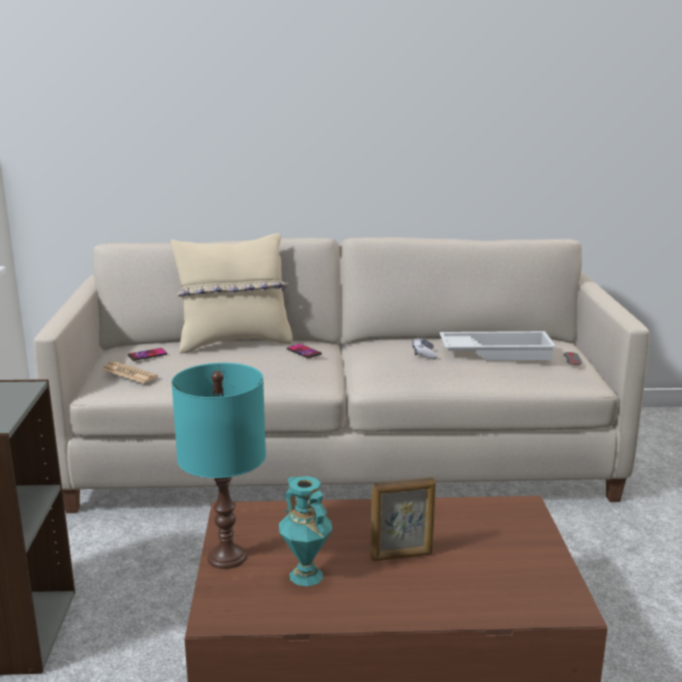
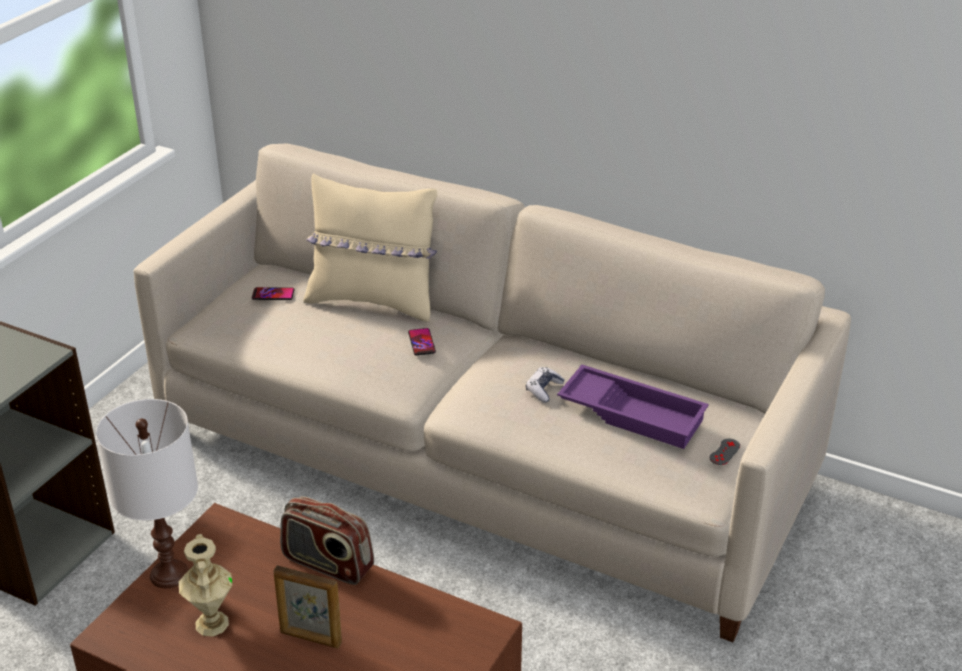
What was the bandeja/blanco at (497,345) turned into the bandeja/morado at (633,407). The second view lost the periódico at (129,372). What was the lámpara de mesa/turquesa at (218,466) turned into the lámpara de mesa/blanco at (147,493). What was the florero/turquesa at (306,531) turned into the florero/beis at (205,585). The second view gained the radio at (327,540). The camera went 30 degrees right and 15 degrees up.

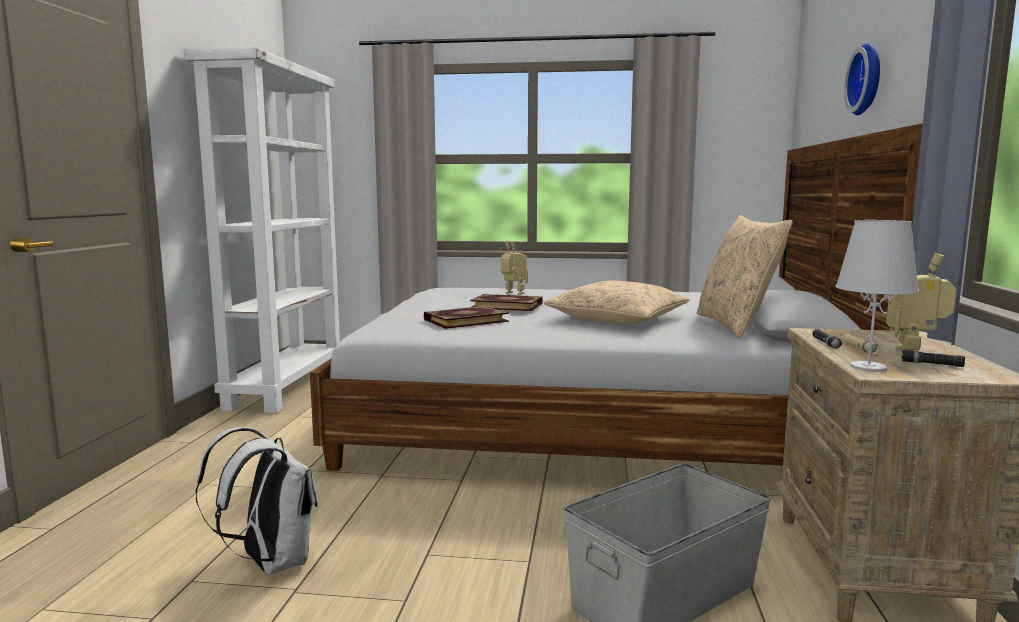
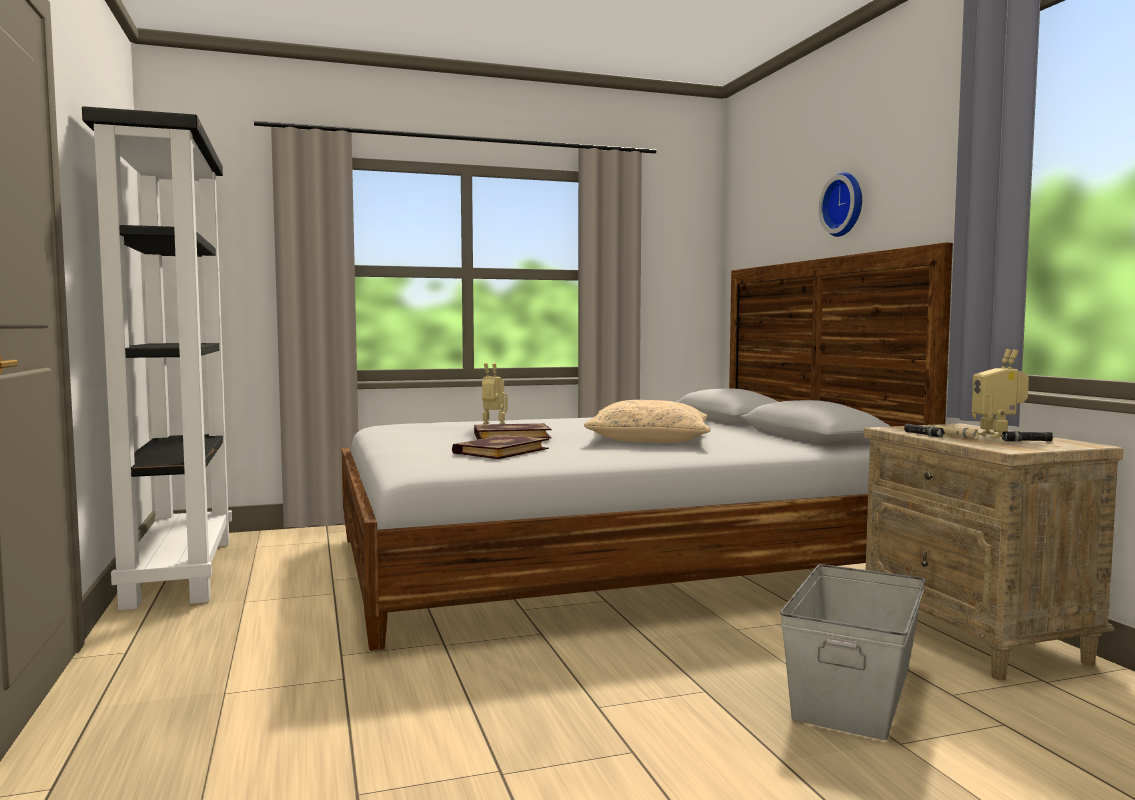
What was the estantería/blanco at (262,230) turned into the estantería/negro at (157,358). The second view lost the cojín/beis at (745,276). The second view lost the lámpara de mesa/blanco at (877,296). The second view lost the mochila/blanco at (256,500). The camera went 25 degrees left and 5 degrees down.

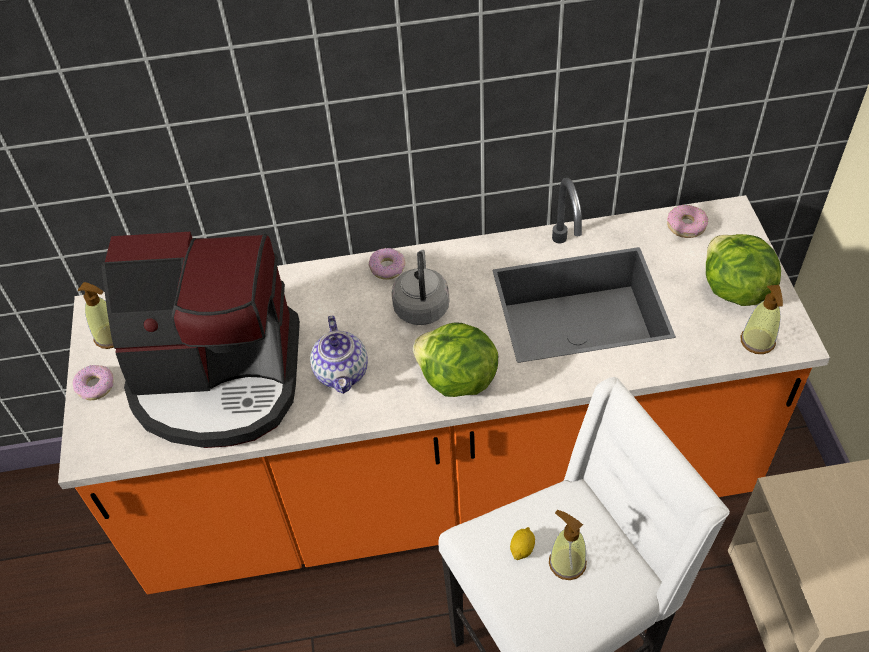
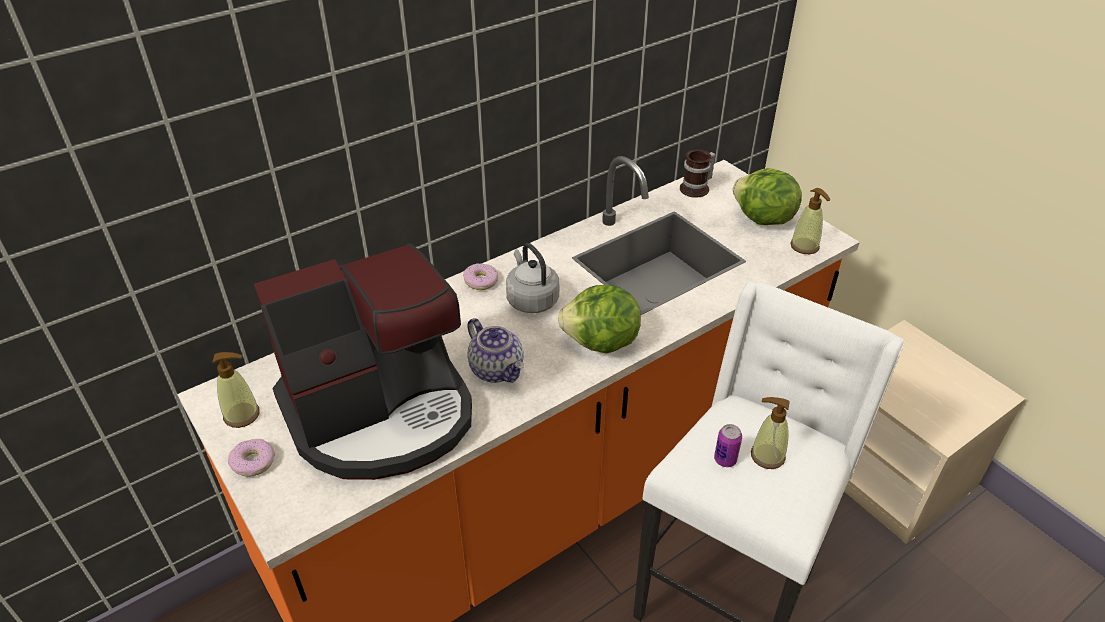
Where the rosquilla stood at (687,221), the taza grande came to stand at (698,173). Where the limón stood at (522,543), the lata came to stand at (728,445). The camera went 30 degrees left and 10 degrees down.

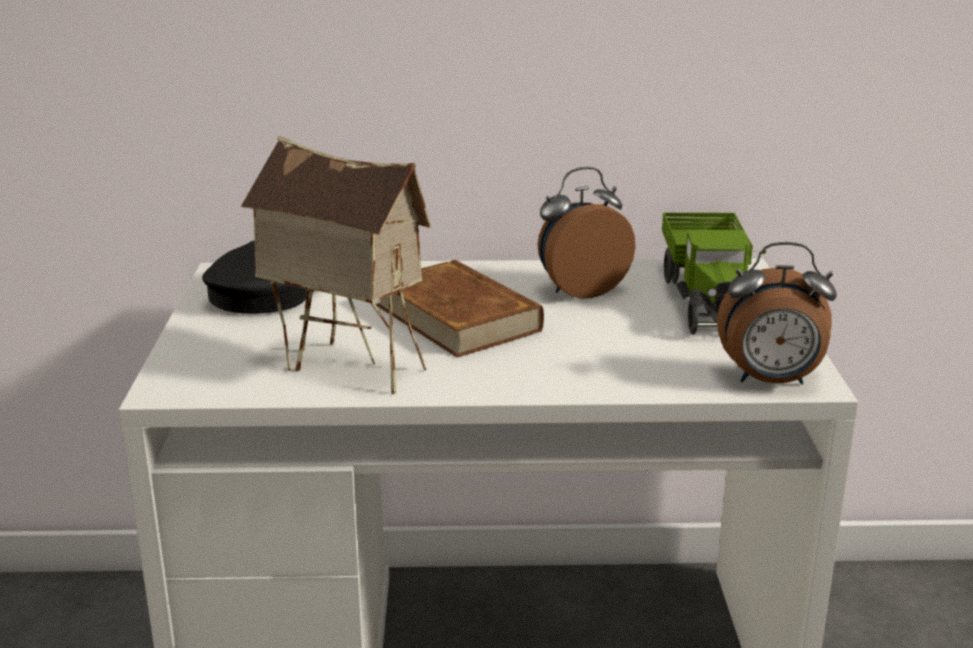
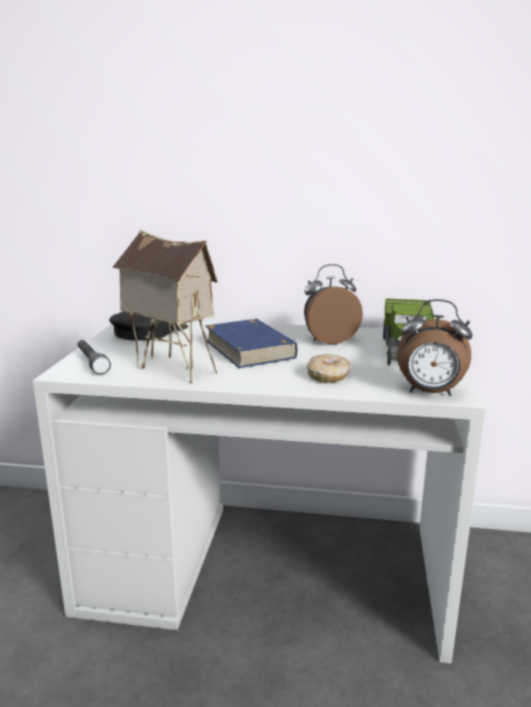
What was the libro/marrón at (460,309) turned into the libro/azul at (251,343). The second view gained the linterna/gris at (94,357). The second view gained the rosquilla at (329,368). The camera went 10 degrees right and 5 degrees down.

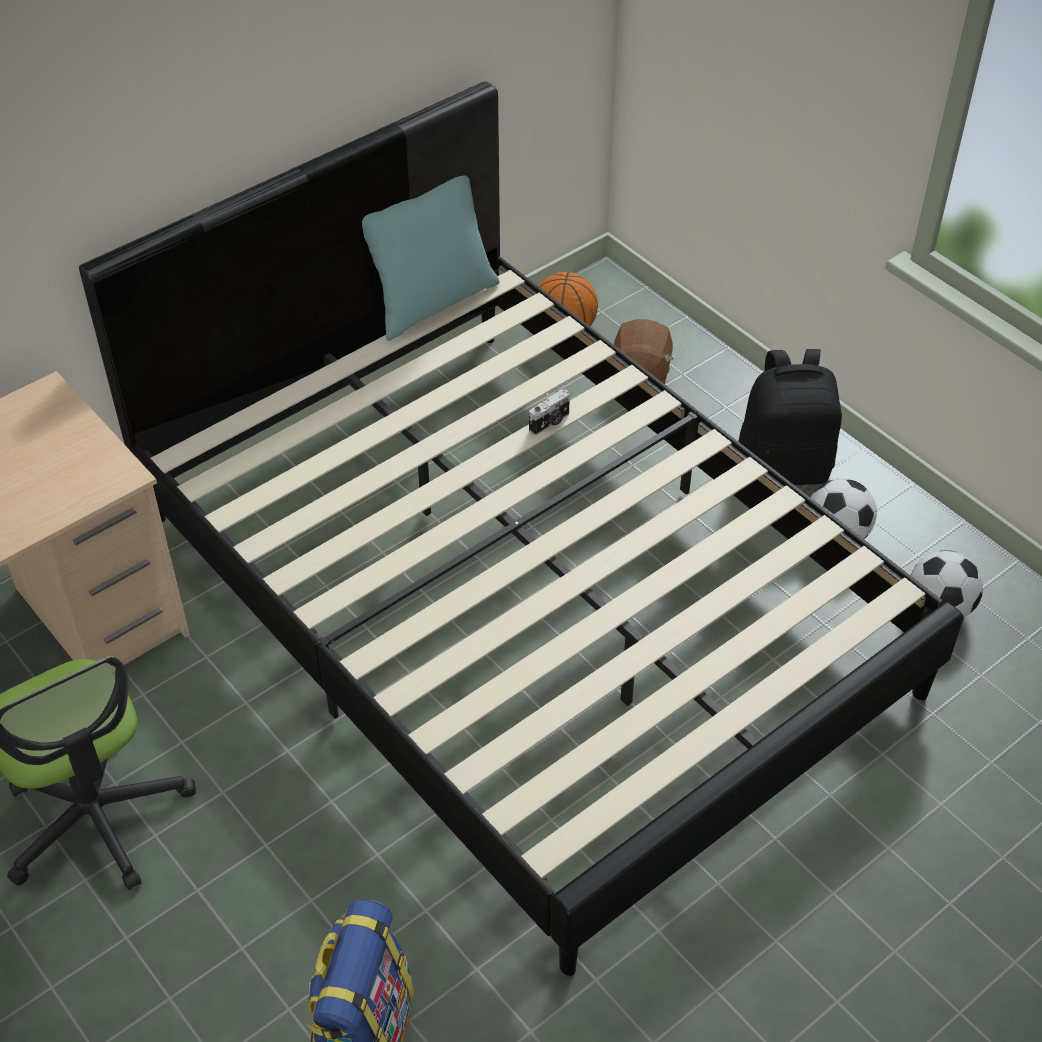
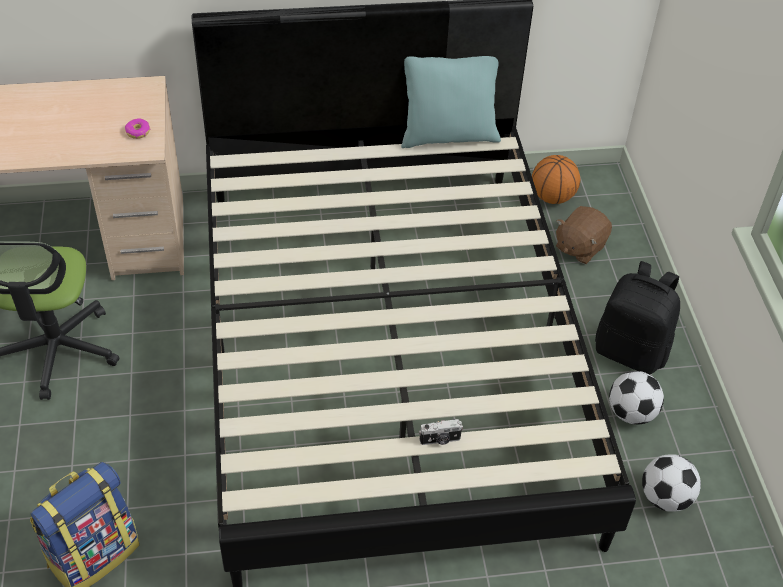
The cámara ended up elsewhere, having gone from (549,412) to (441,432). The second view gained the rosquilla at (138,128). The camera went 30 degrees right and 0 degrees up.

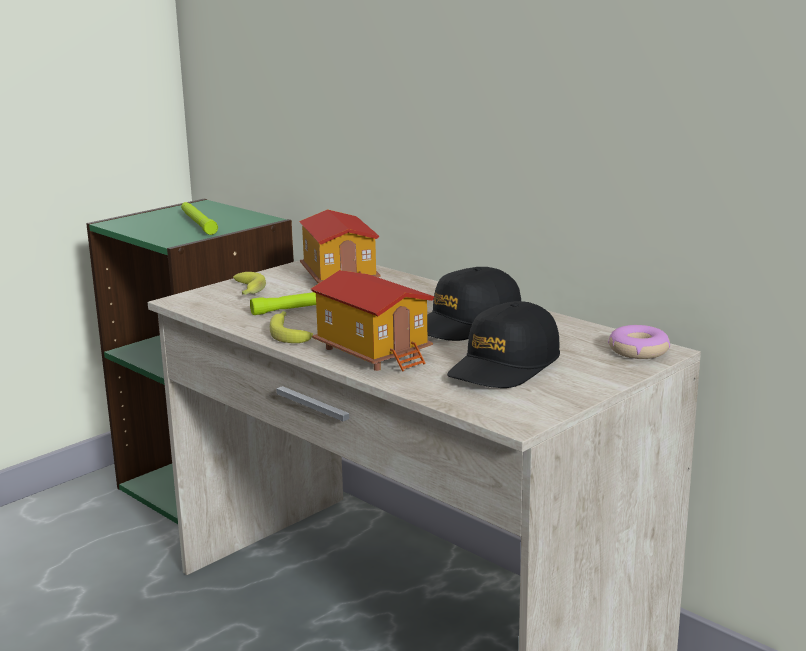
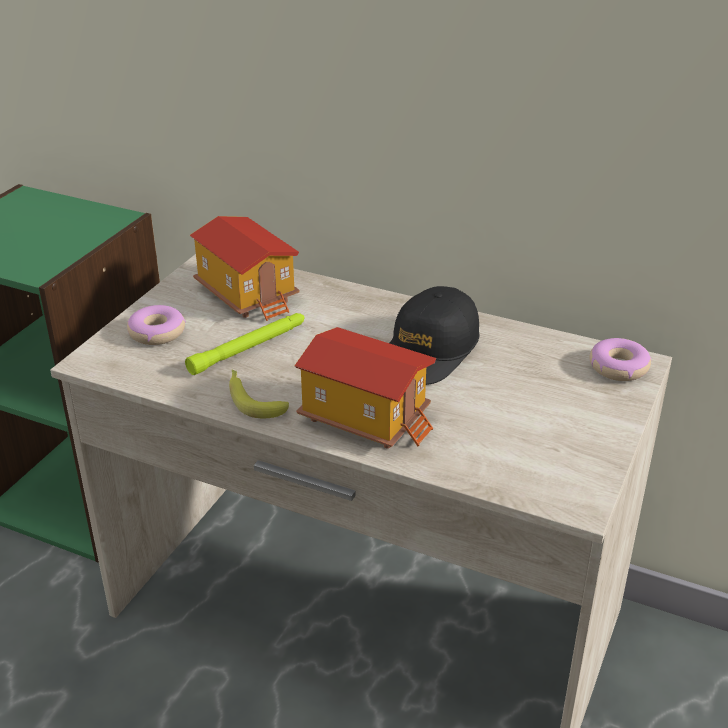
The second view lost the linterna/verde at (199,218). Where the plátano stood at (249,283), the rosquilla came to stand at (156,325). The second view lost the gorra/negro at (503,344). The camera went 20 degrees left and 15 degrees up.

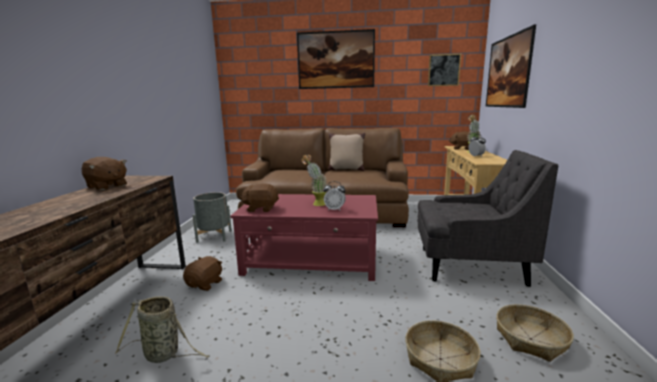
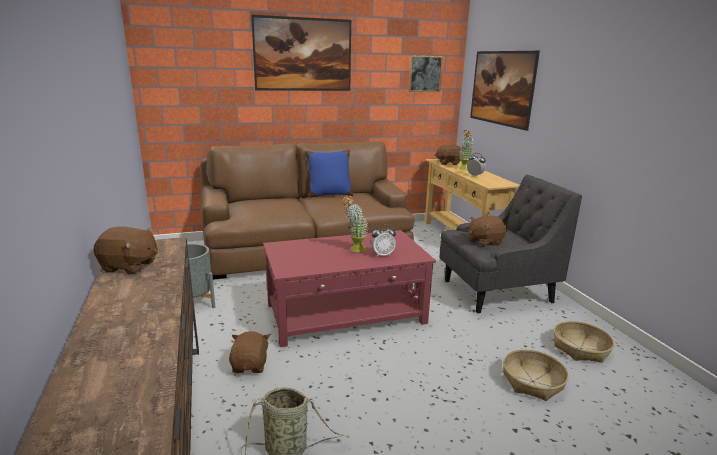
What was the cojín/beis at (346,152) turned into the cojín/azul at (329,173). The peluche/marrón ended up elsewhere, having gone from (259,198) to (488,230). The camera went 25 degrees left and 5 degrees up.

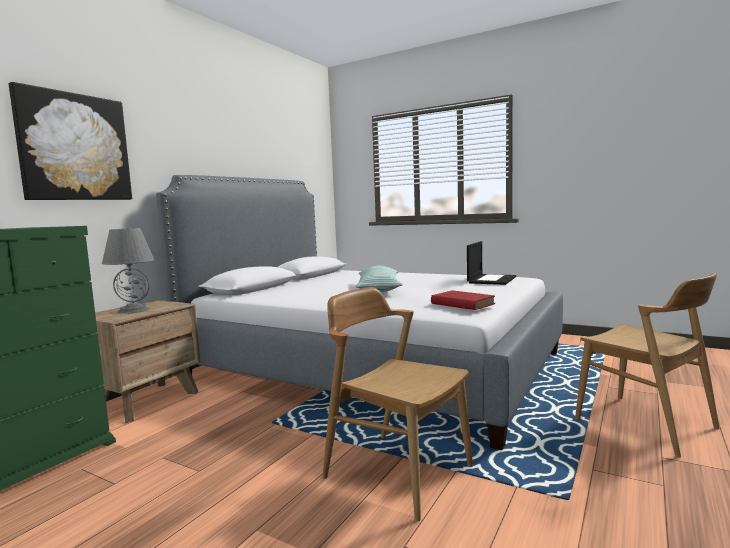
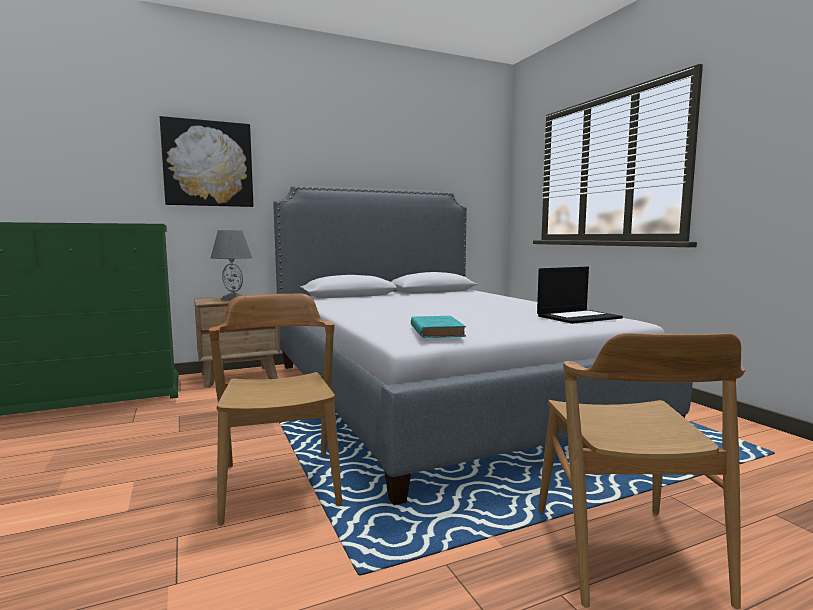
The second view lost the cojín at (378,279). What was the libro/rojo at (463,300) turned into the libro/turquesa at (438,327). The camera went 35 degrees right and 0 degrees up.

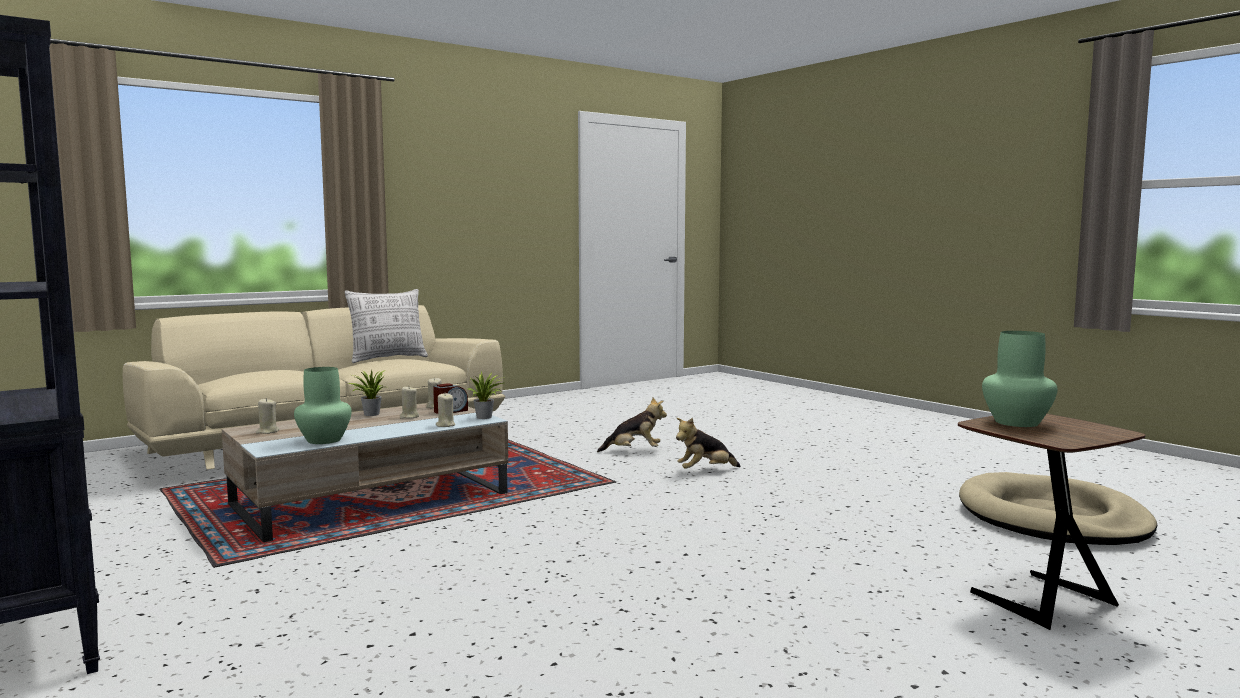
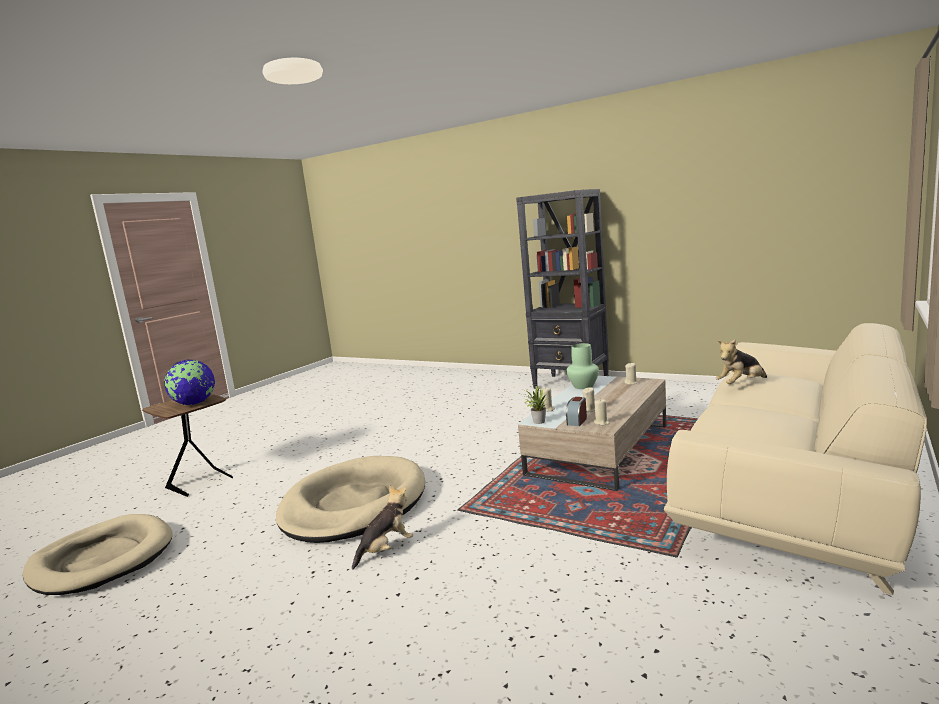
The second view lost the cojín at (386,326). Where the florero/verde stood at (1020,379), the globo terráqueo came to stand at (189,382). The second view lost the planta en maceta at (367,393). The peluche ended up elsewhere, having gone from (632,424) to (741,361). The second view gained the cama para perro/beis at (350,499). The camera went 160 degrees right and 5 degrees up.

